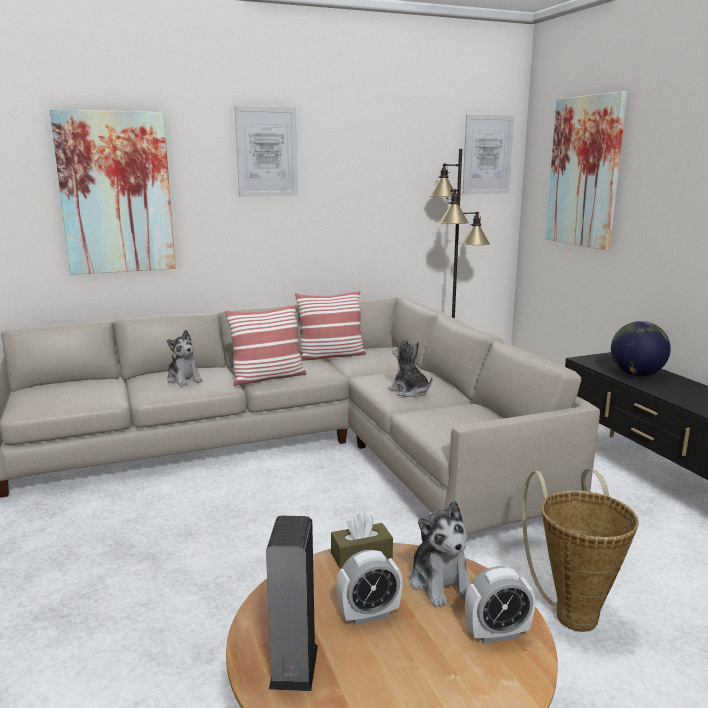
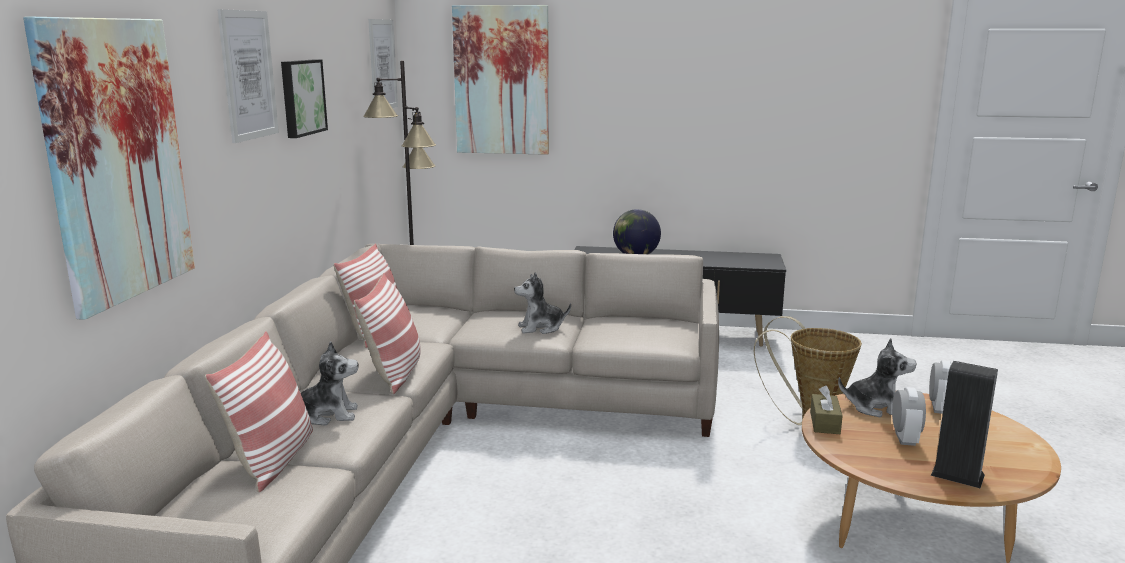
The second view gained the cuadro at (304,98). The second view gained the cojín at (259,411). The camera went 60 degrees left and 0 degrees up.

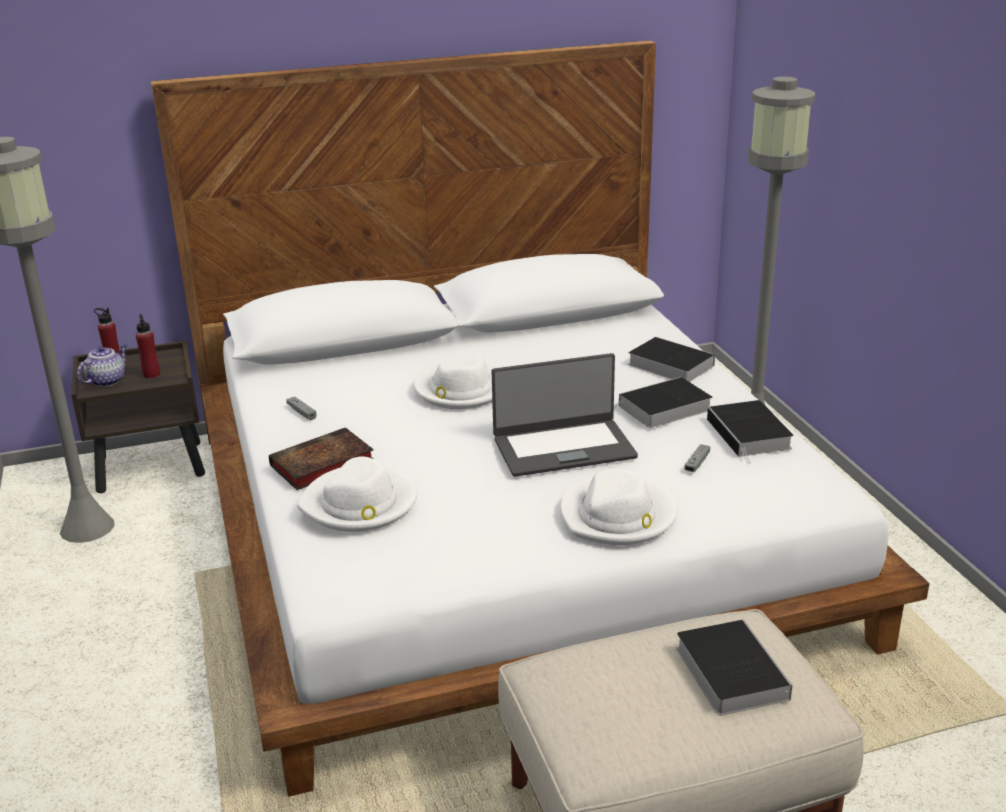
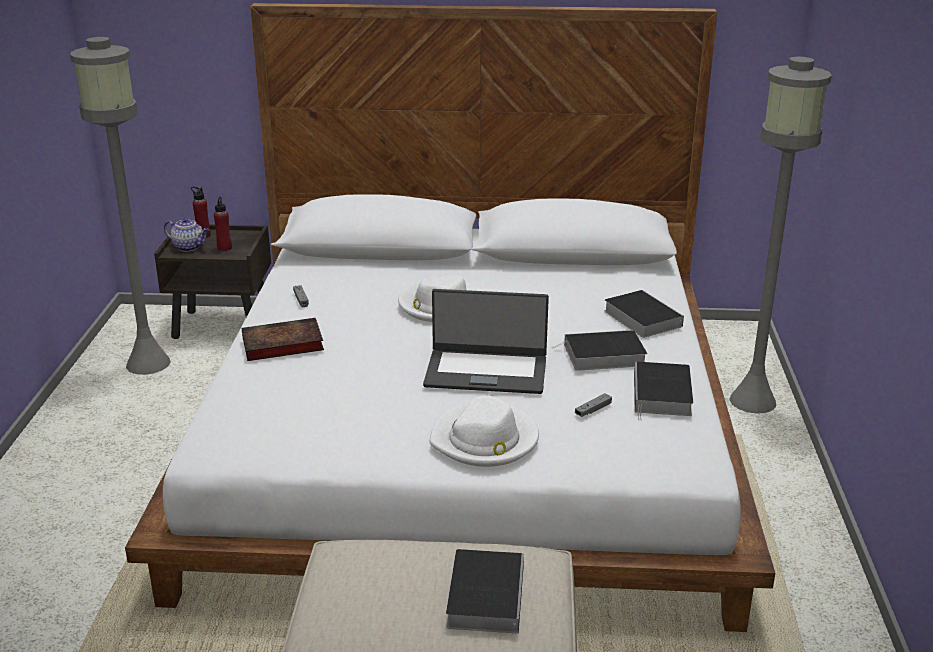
The tetera at (102,365) ended up facing another way, 60 degrees clockwise from before. The second view lost the sombrero/blanco at (357,494). The camera went 20 degrees right and 0 degrees up.

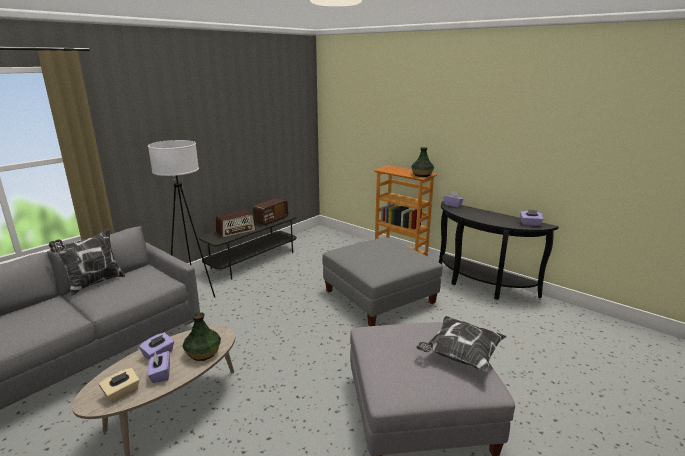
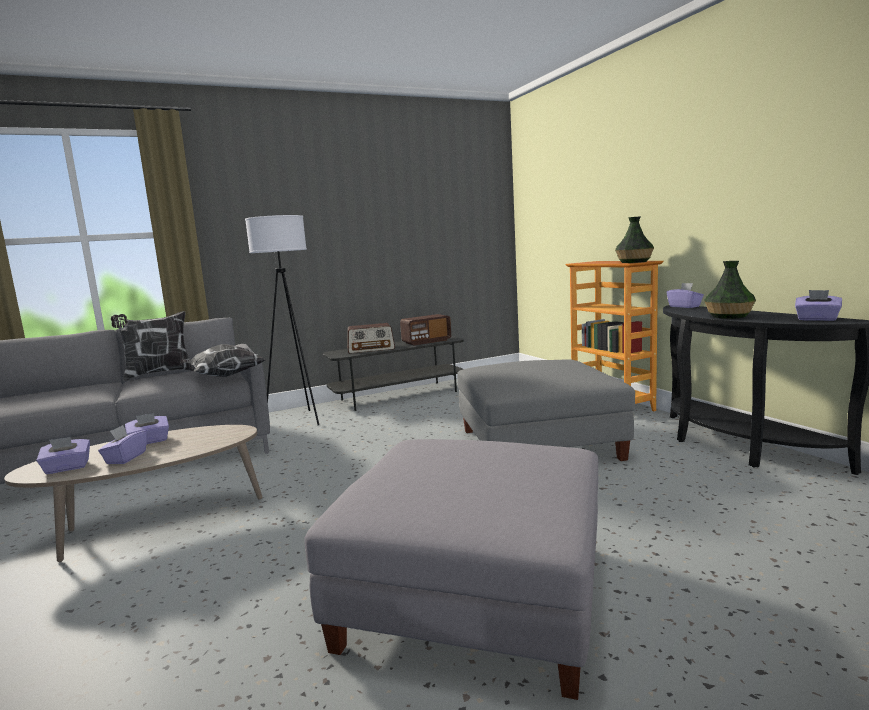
The florero ended up elsewhere, having gone from (201,336) to (730,290). The cojín ended up elsewhere, having gone from (461,344) to (223,360). What was the caja de pañuelos/beis at (119,385) turned into the caja de pañuelos/morado at (63,455). The camera went 25 degrees right and 10 degrees down.

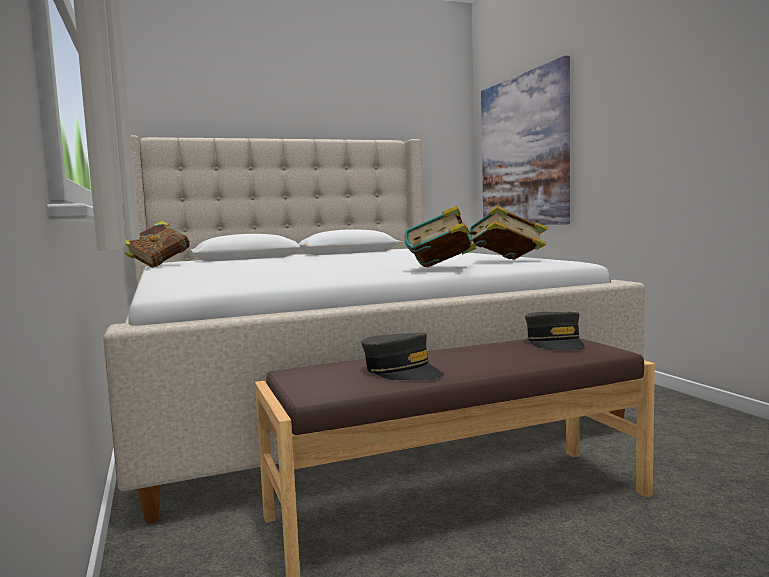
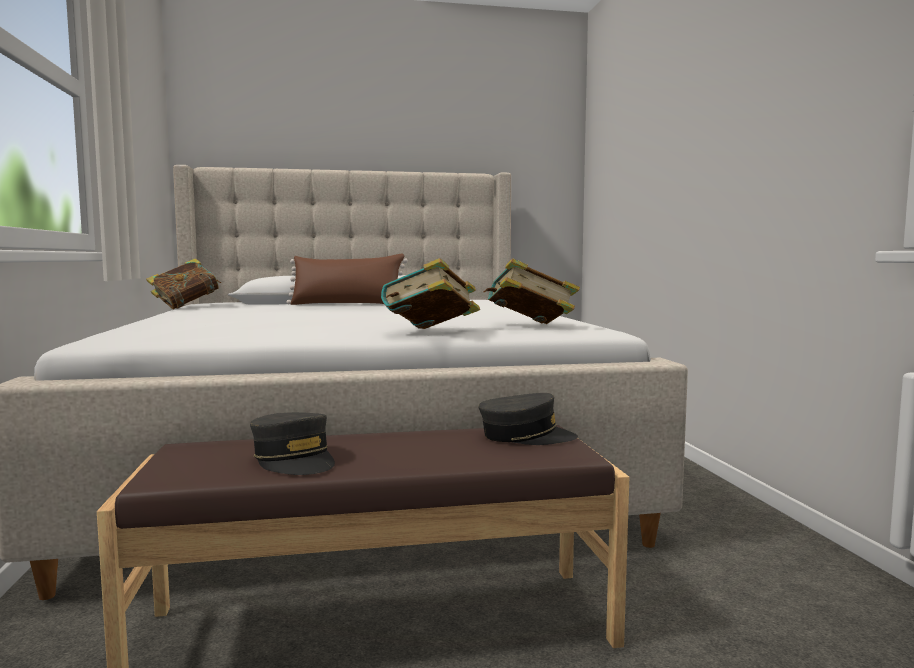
The second view lost the cuadro at (525,140). The gorra/gris at (555,331) ended up facing another way, 90 degrees counterclockwise from before. The second view gained the cojín/marrón at (347,279). The camera went 10 degrees right and 0 degrees up.

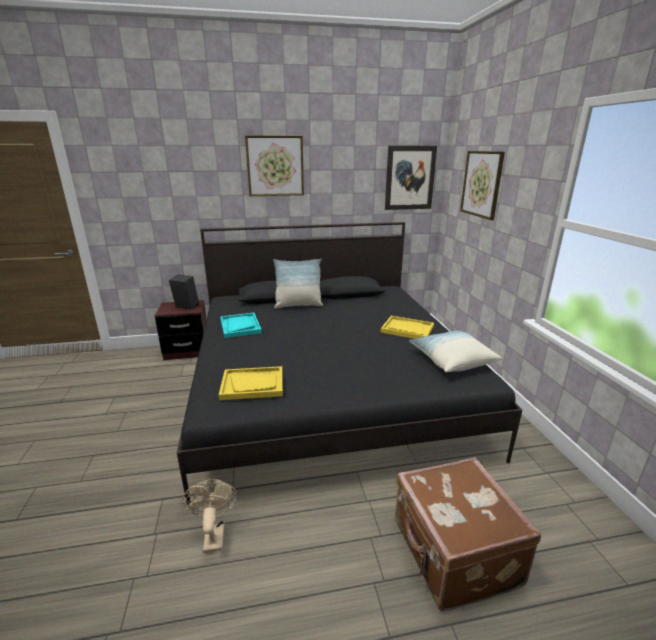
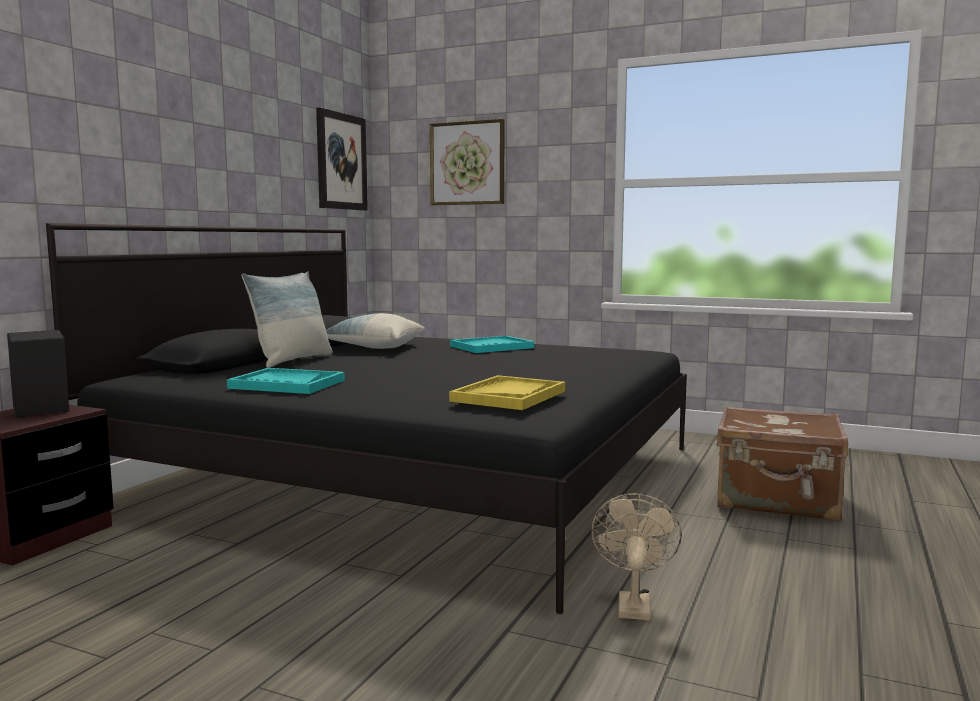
The second view lost the cuadro at (274,166). What was the bandeja/amarillo at (407,327) turned into the bandeja/turquesa at (492,344). The cojín ended up elsewhere, having gone from (455,351) to (375,331). The ventilador/beis at (210,516) ended up facing another way, 75 degrees clockwise from before. The camera went 55 degrees left and 15 degrees down.

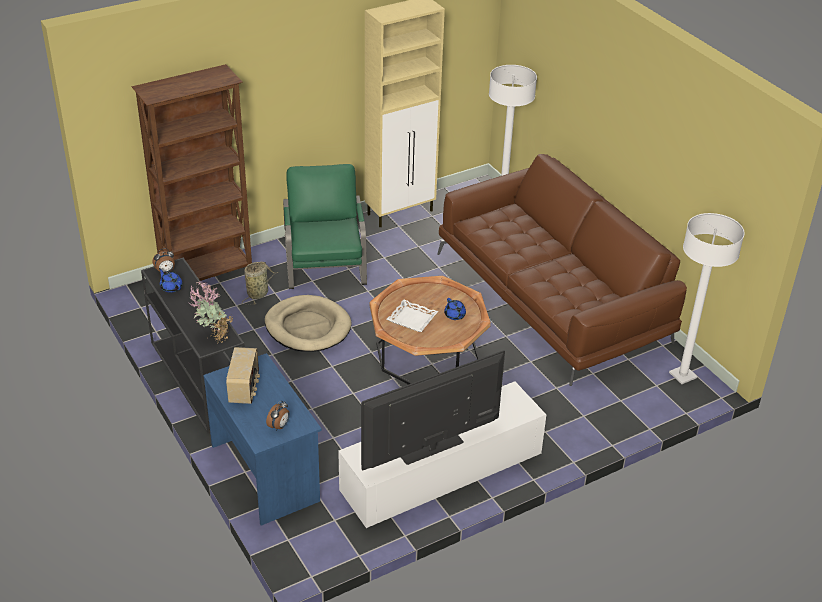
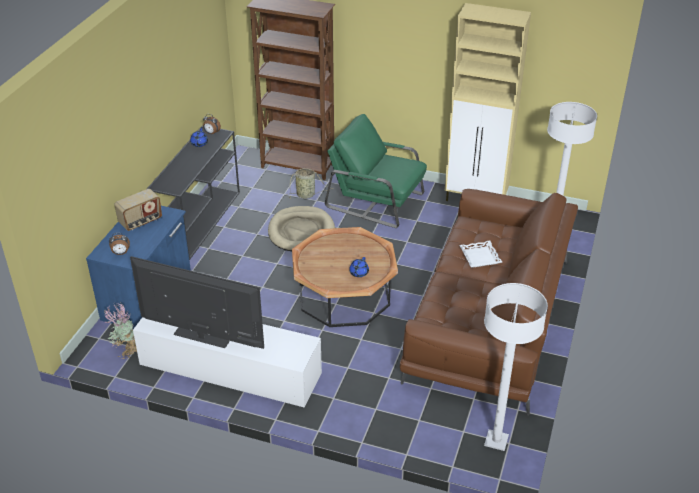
The sillón/verde at (325,226) ended up facing another way, 105 degrees counterclockwise from before. The planta en maceta ended up elsewhere, having gone from (211,312) to (120,331). The bandeja/blanco ended up elsewhere, having gone from (412,315) to (480,254). The camera went 50 degrees right and 0 degrees up.

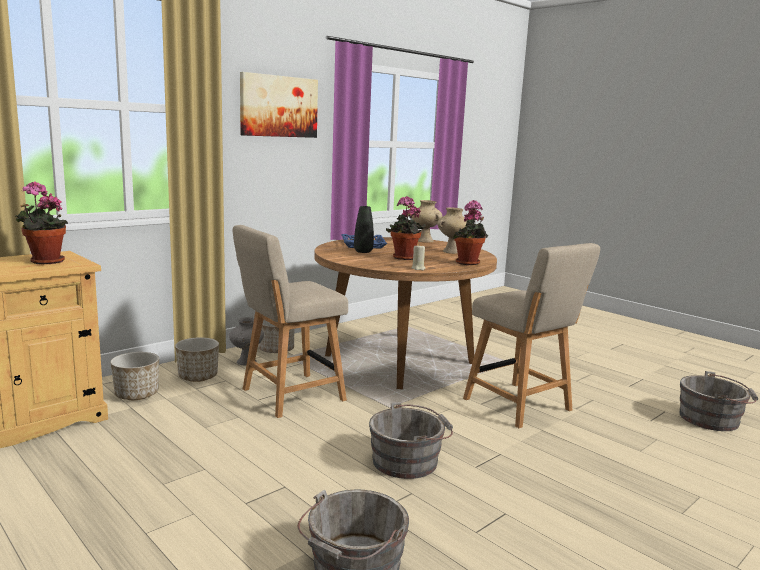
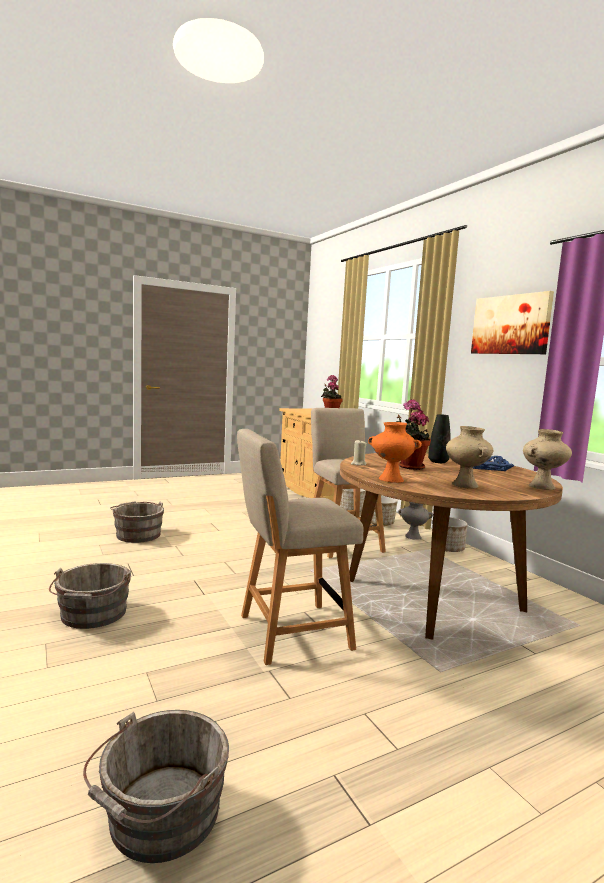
Where the planta en maceta stood at (470,232), the florero/naranja came to stand at (395,452). The cubo/gris ended up elsewhere, having gone from (411,440) to (90,596). The camera went 105 degrees right and 5 degrees down.

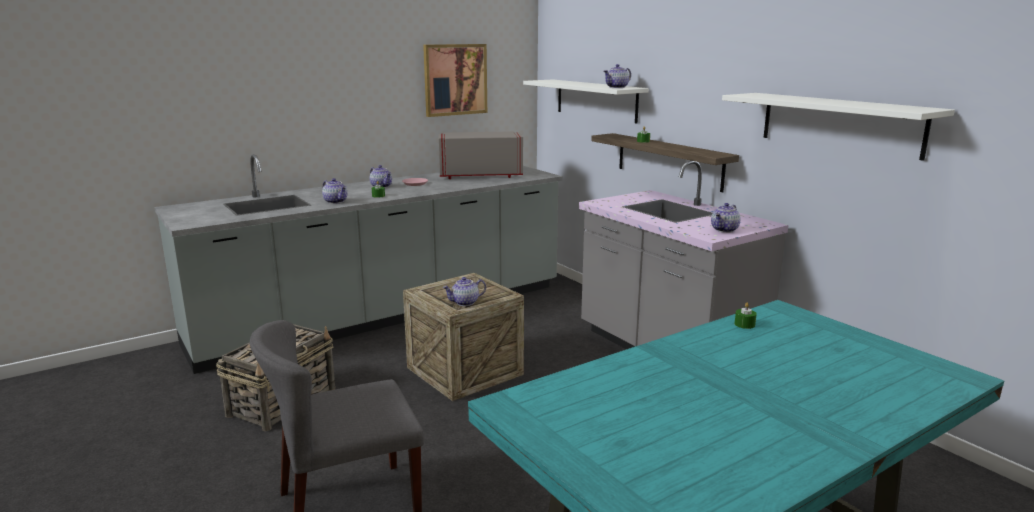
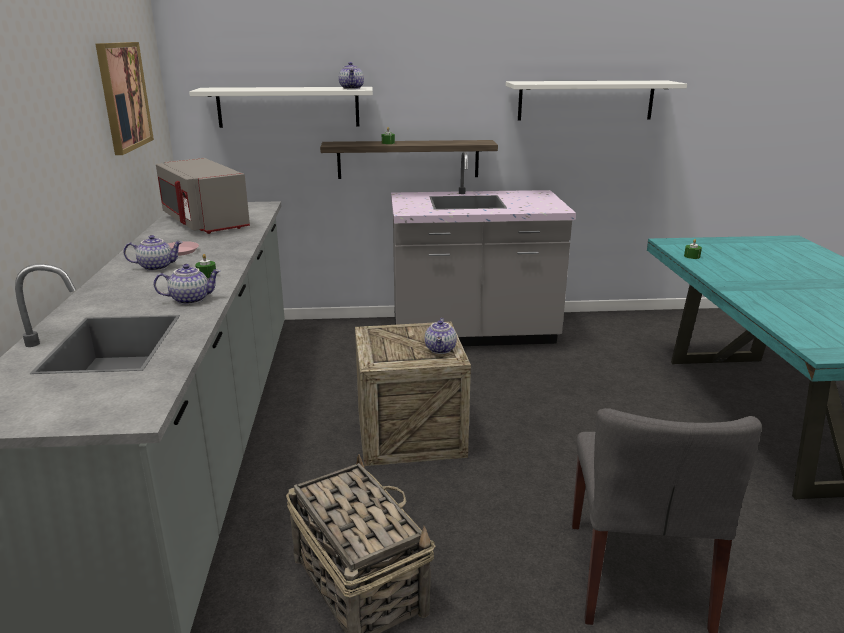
The microondas/gris at (481,155) ended up facing another way, 60 degrees counterclockwise from before. The second view lost the tetera at (726,218). The camera went 60 degrees left and 5 degrees up.

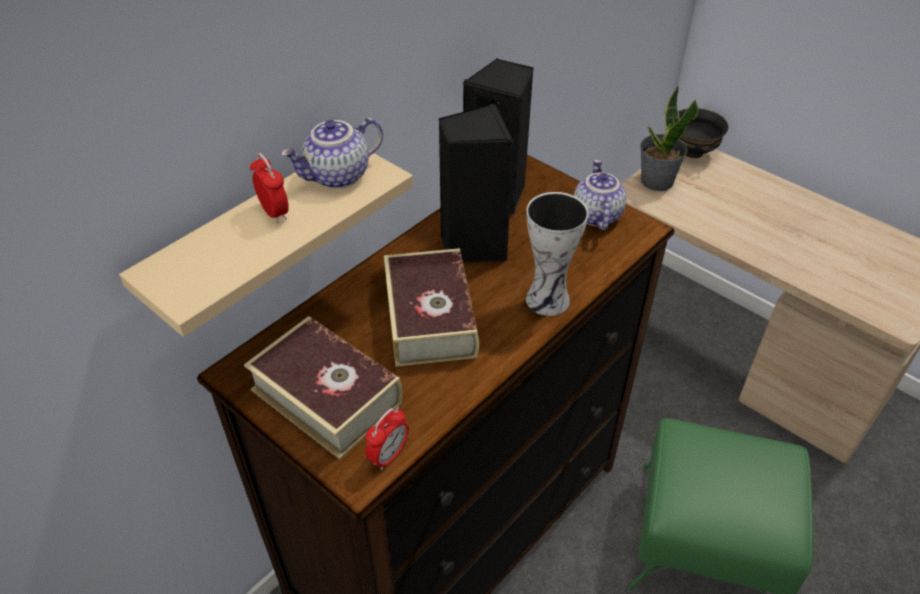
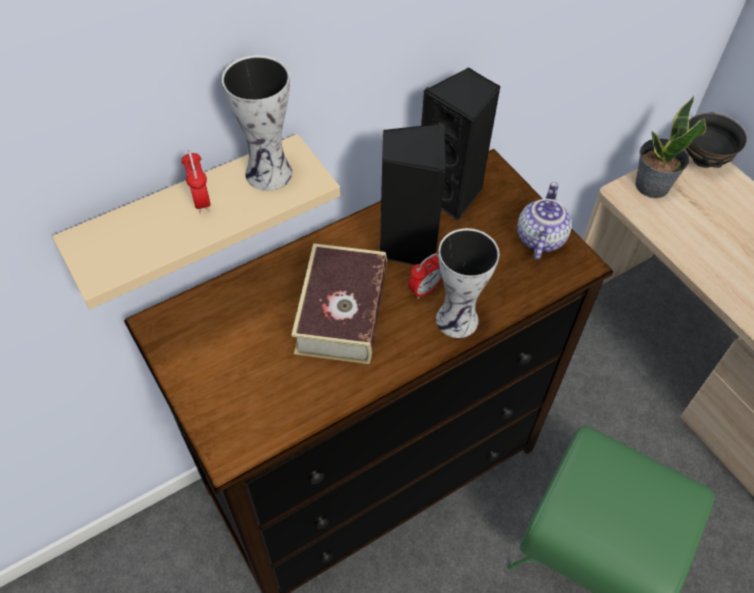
Where the tetera stood at (332,153), the florero came to stand at (257,123). The second view lost the libro at (323,387). The despertador ended up elsewhere, having gone from (387,438) to (425,276). The camera went 15 degrees right and 10 degrees up.

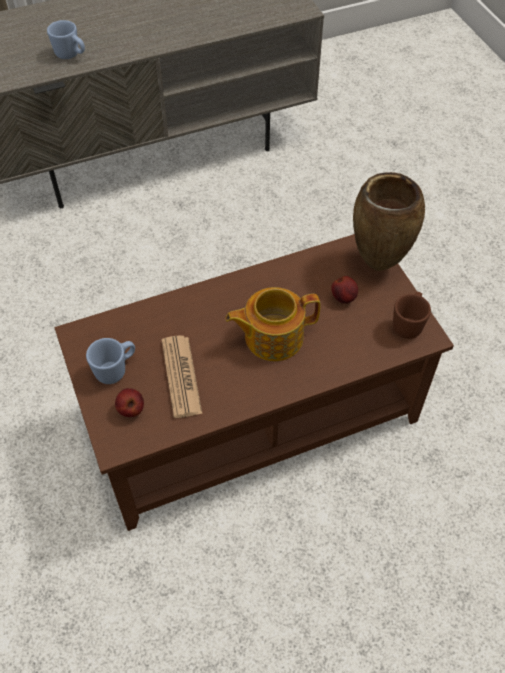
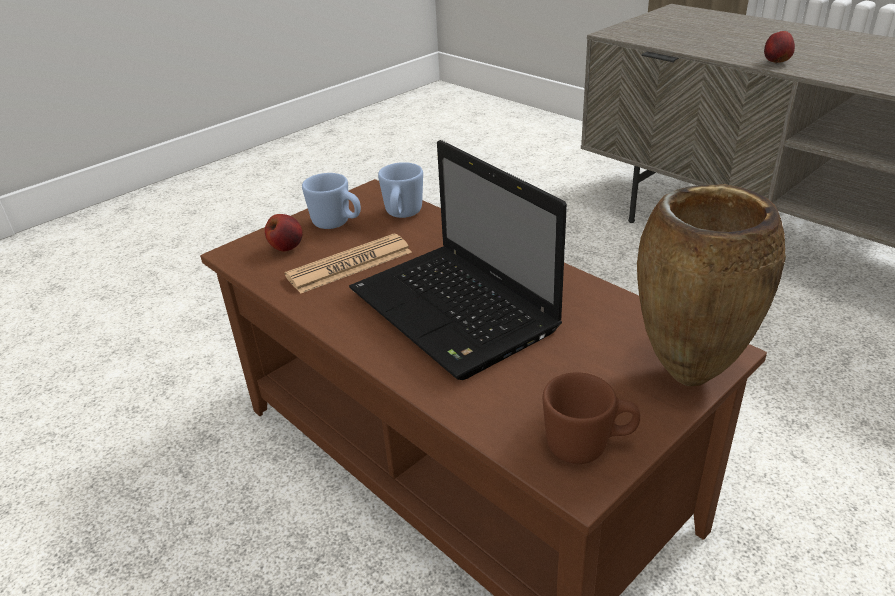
The taza grande/azul ended up elsewhere, having gone from (66,39) to (400,190). The manzana ended up elsewhere, having gone from (344,290) to (779,47). Where the tetera stood at (273,324), the portátil came to stand at (458,260). The camera went 70 degrees right and 20 degrees down.

